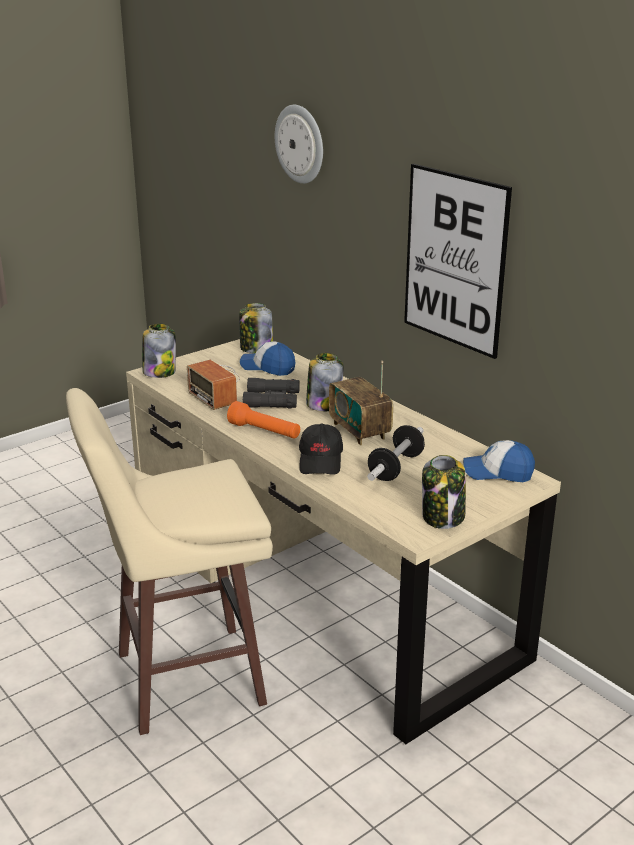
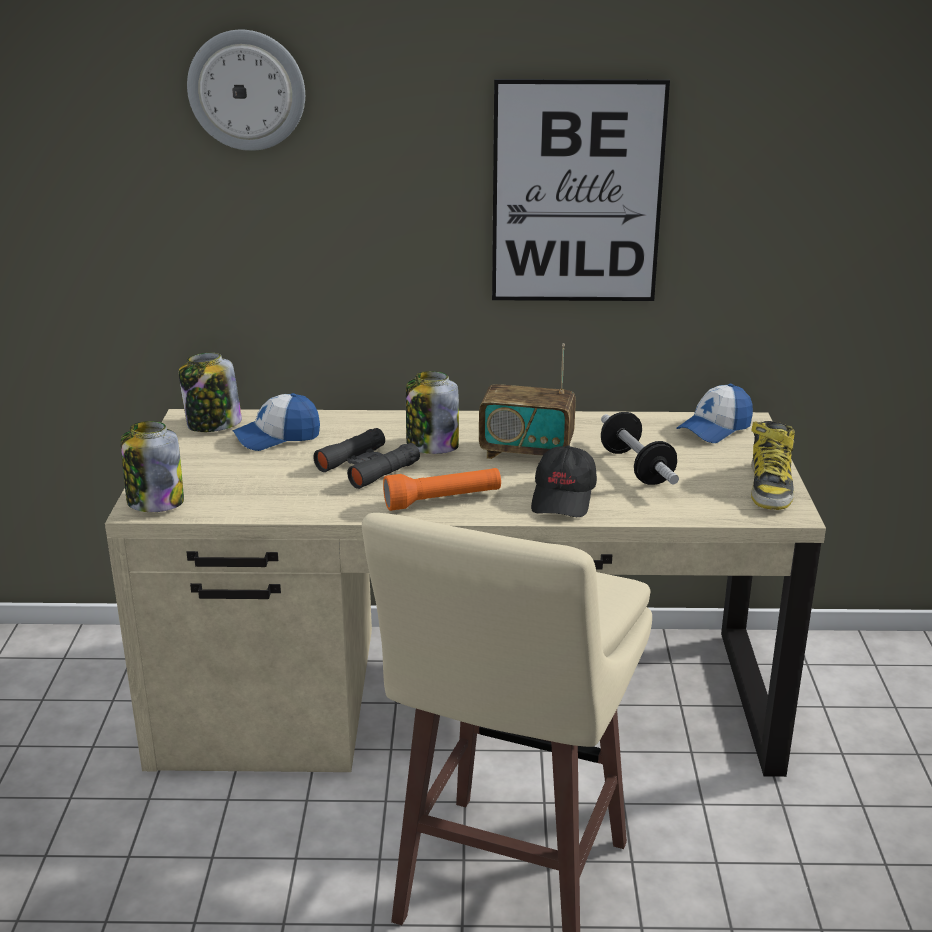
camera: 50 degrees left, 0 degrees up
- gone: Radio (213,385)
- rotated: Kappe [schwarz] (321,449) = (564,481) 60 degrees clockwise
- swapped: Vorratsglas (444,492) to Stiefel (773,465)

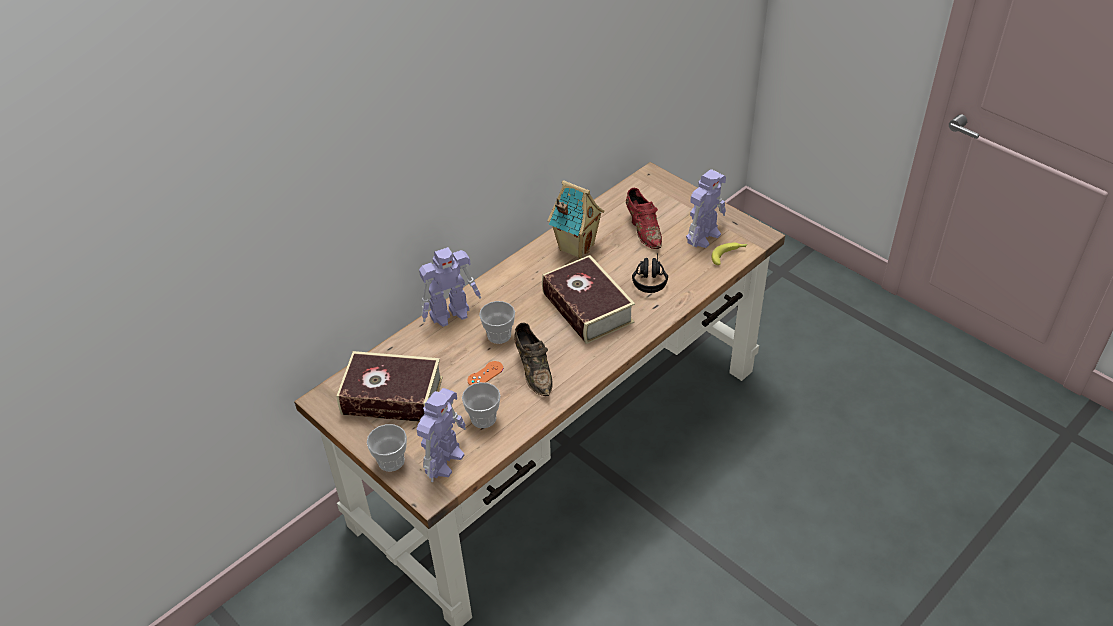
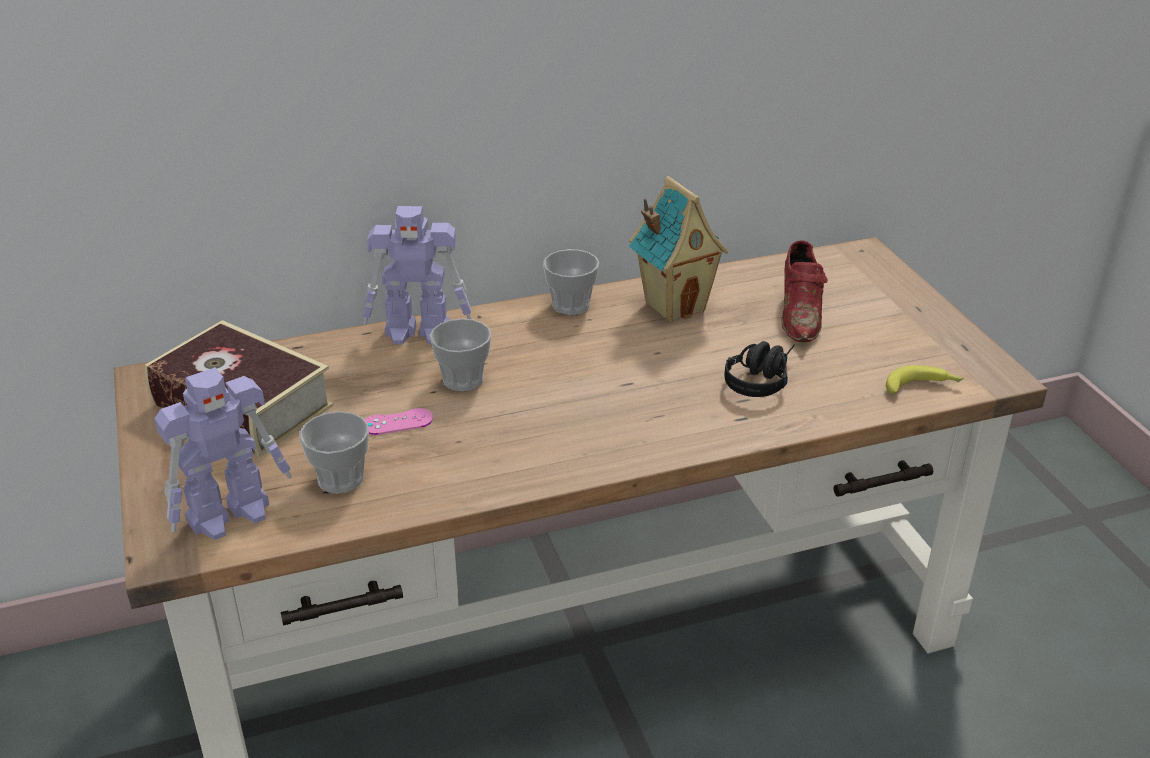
camera: 25 degrees right, 10 degrees down
- shifted: Tasse (387,448) to (571,282)
- repainted: Gamepad [orange] (485,373) to Gamepad [rosa] (398,421)
- gone: Schuh [braun] (533,359)
- gone: Buch (588,299)
- gone: Spielzeugroboter (706,208)

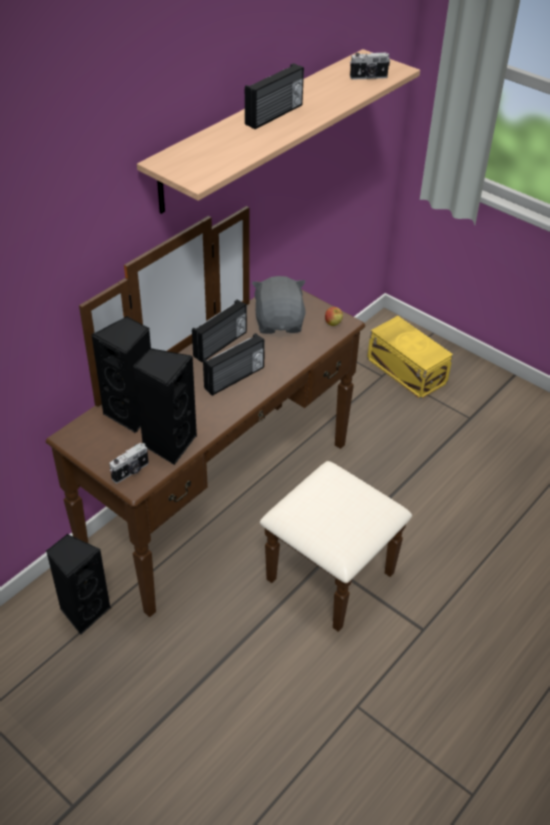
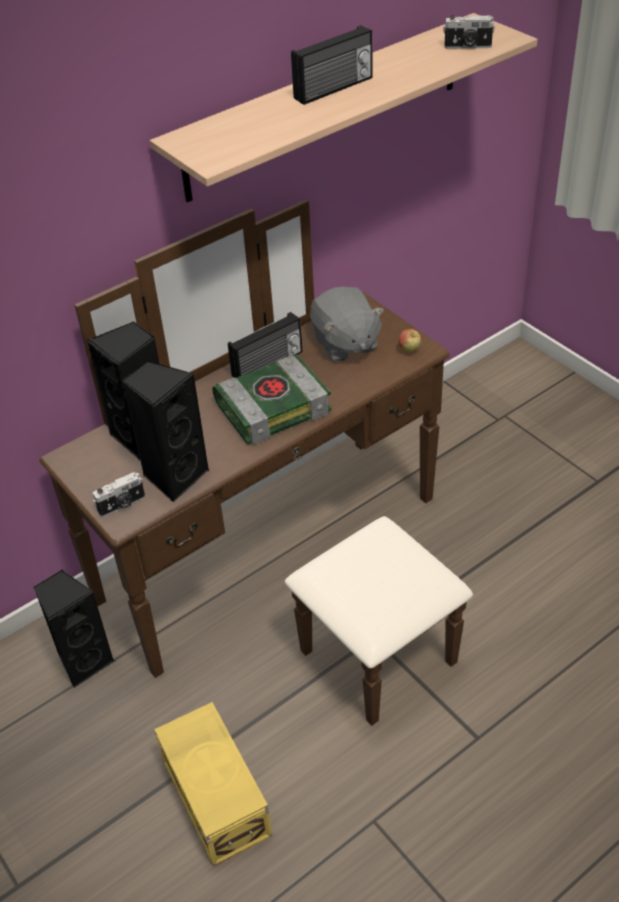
camera: 15 degrees right, 0 degrees up
- swapped: Radio (234,364) to Buch (271,400)
- rotated: Plüschtier [grau] (279,305) = (347,324) 150 degrees clockwise
- shifted: Aufbewahrungsbox [gelb] (410,357) to (213,784)

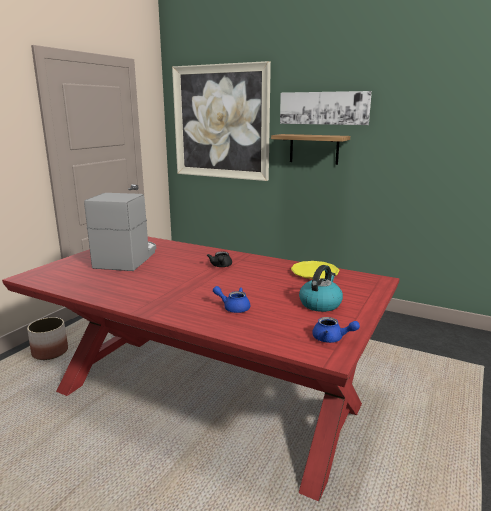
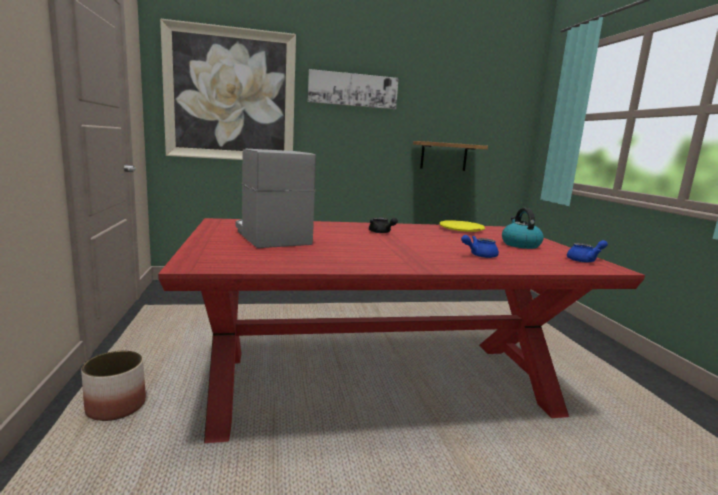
camera: 40 degrees left, 5 degrees down
- shifted: Wandregal (310,149) to (450,156)

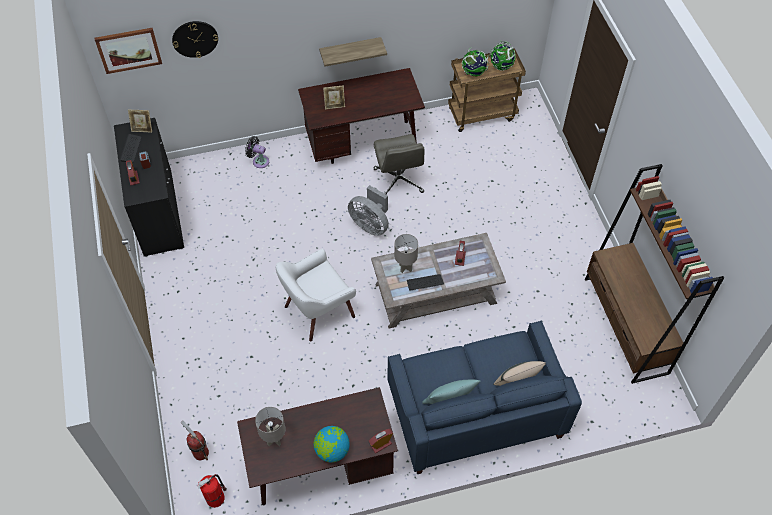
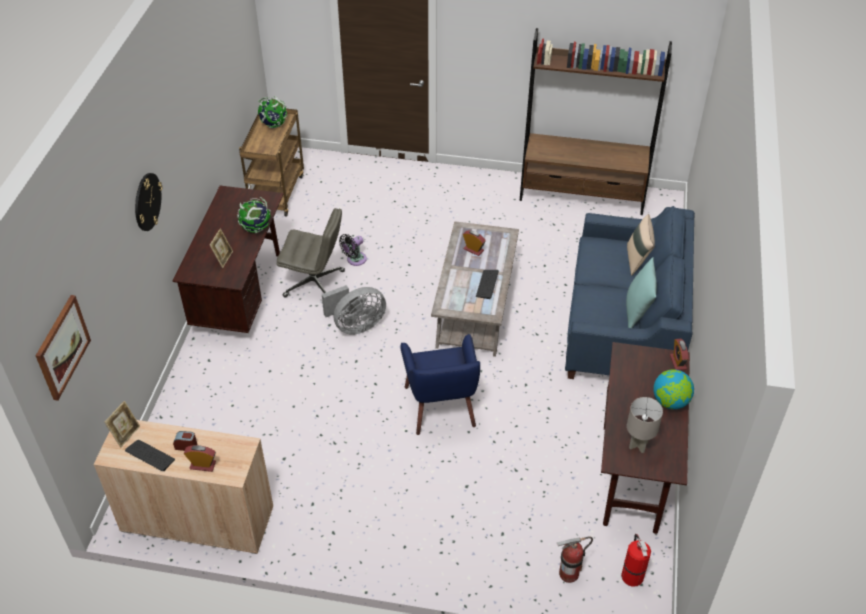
camera: 65 degrees left, 10 degrees down
- repainted: Schrank [schwarz] (149,187) to Schrank [beige] (183,487)
- shifted: Wanduhr (195,39) to (148,202)
- shifted: Ventilator [schwarz] (257,152) to (353,250)
- repainted: Sessel [weiß] (316,294) to Sessel [blau] (440,384)
- gone: Wandregal (353,52)
- gone: Tischlampe [grau] (406,253)
- shifted: Globus (475,62) to (254,215)

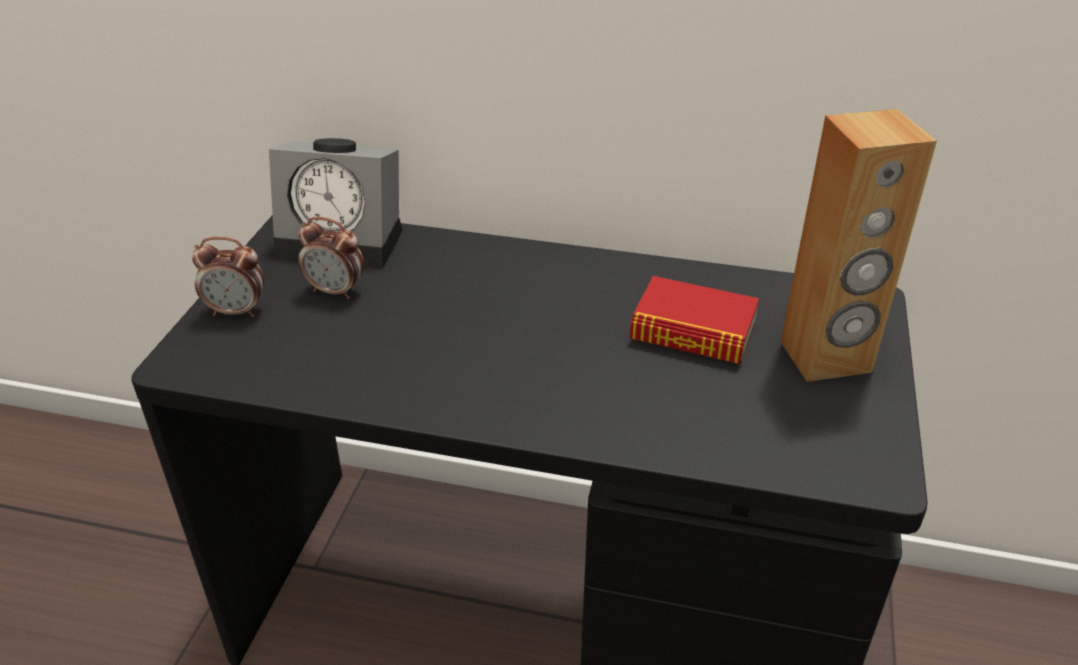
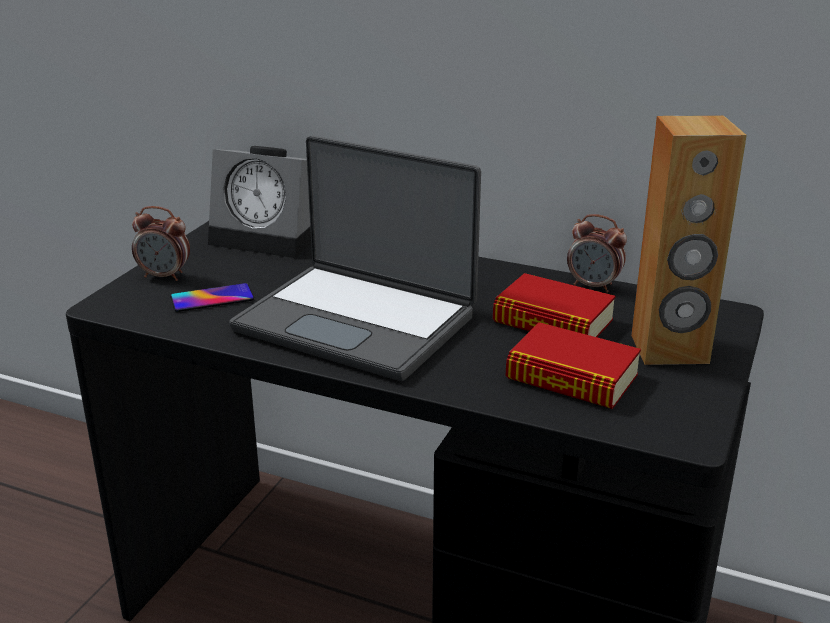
camera: 10 degrees right, 10 degrees down
- shifted: Wecker (331,258) to (597,253)
- new: Handy (212,297)
- new: Laptop (355,258)
- new: Buch (573,365)

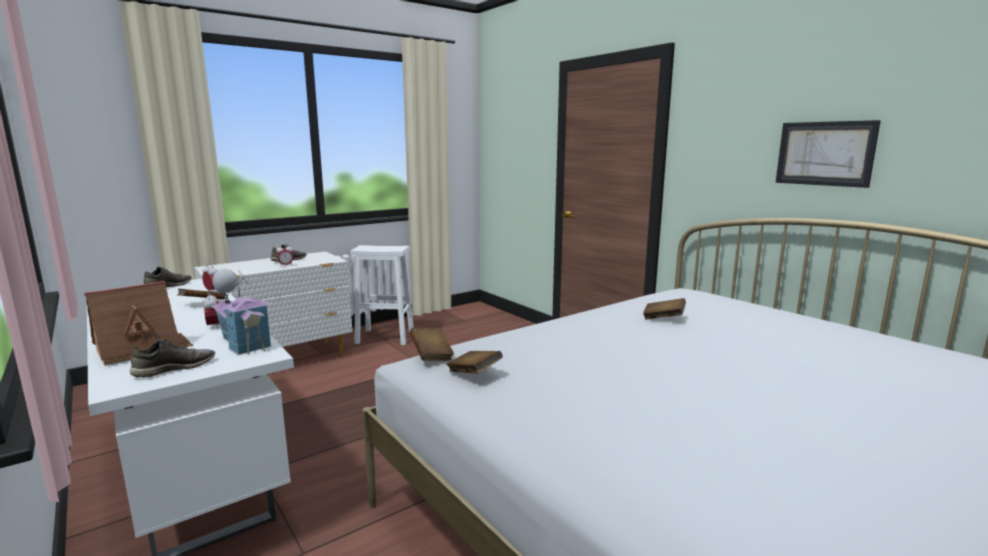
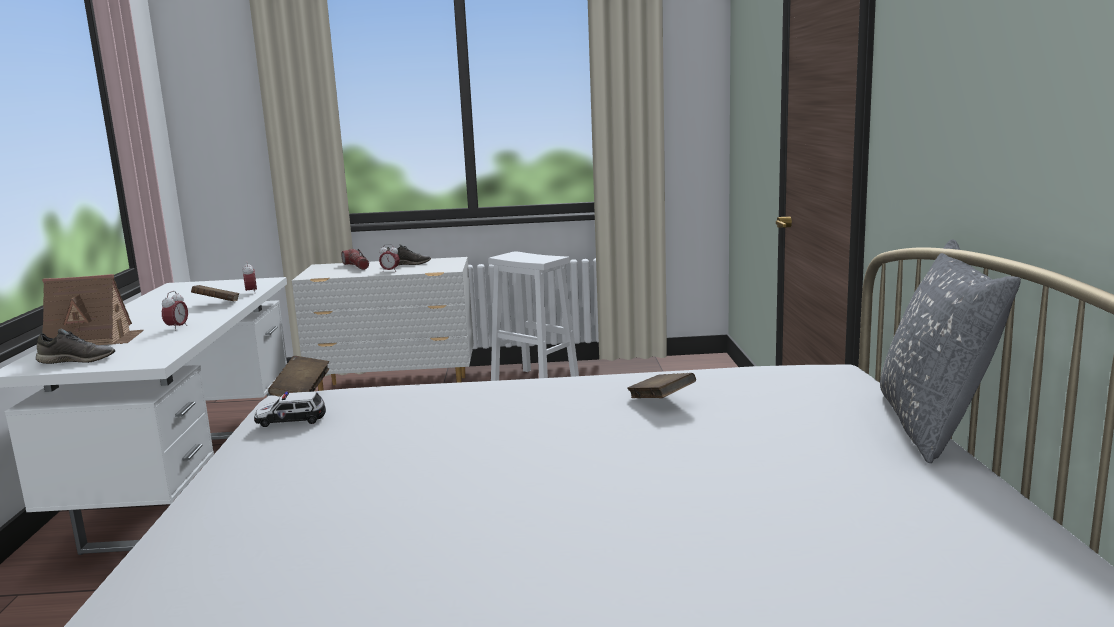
camera: 35 degrees right, 0 degrees up
- gone: Schuh [grau] (168,277)
- gone: Spielzeughaus (241,312)
- swapped: Buch [braun] (475,362) to Spielzeugauto (290,409)
- gone: Bild (828,154)
- new: Taschenlampe (355,259)
- new: Kissen [grau] (950,351)

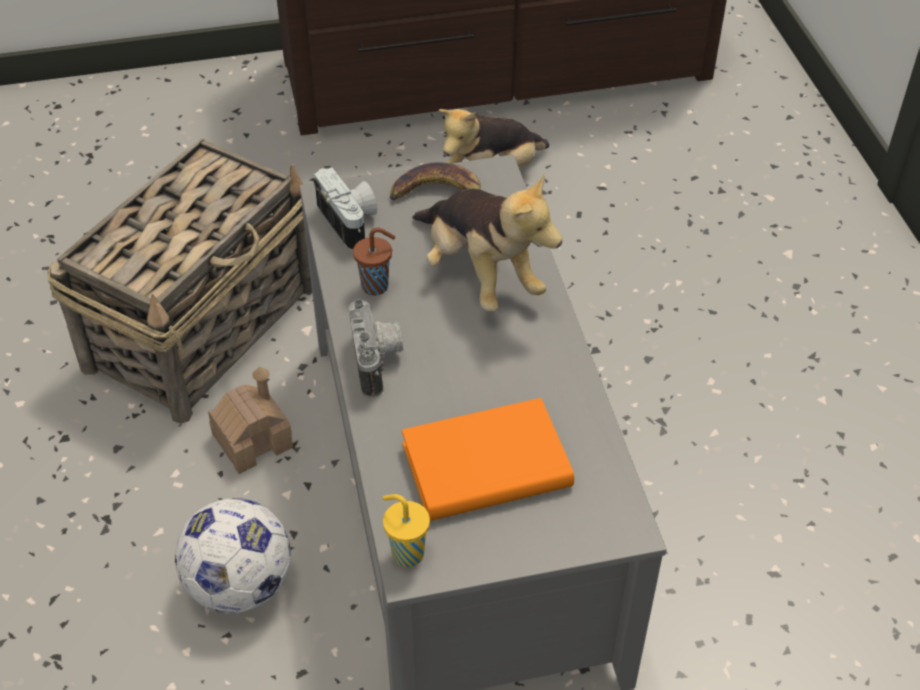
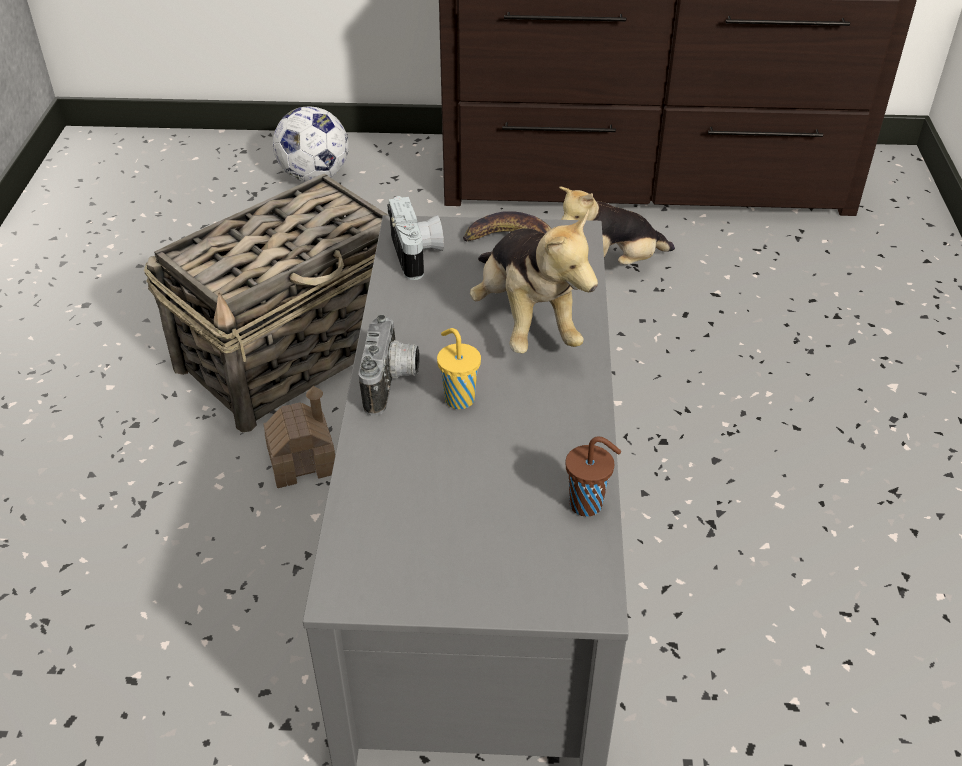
camera: 15 degrees right, 5 degrees down
- shifted: Fußball (233,556) to (310,144)
- shifted: Tasse [braun] (374,262) to (593,476)
- shifted: Tasse [gelb] (406,530) to (459,368)
- gone: Buch [orange] (488,459)

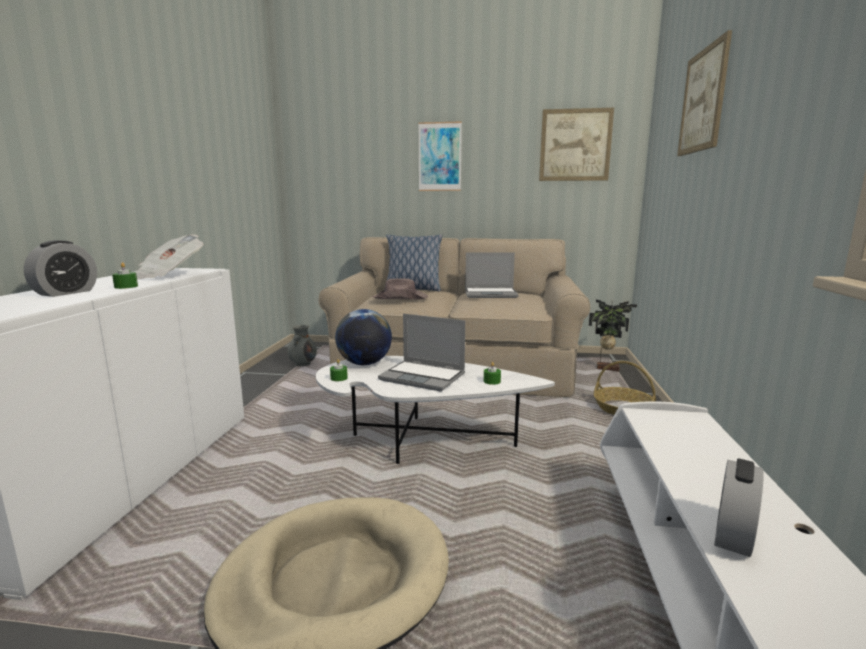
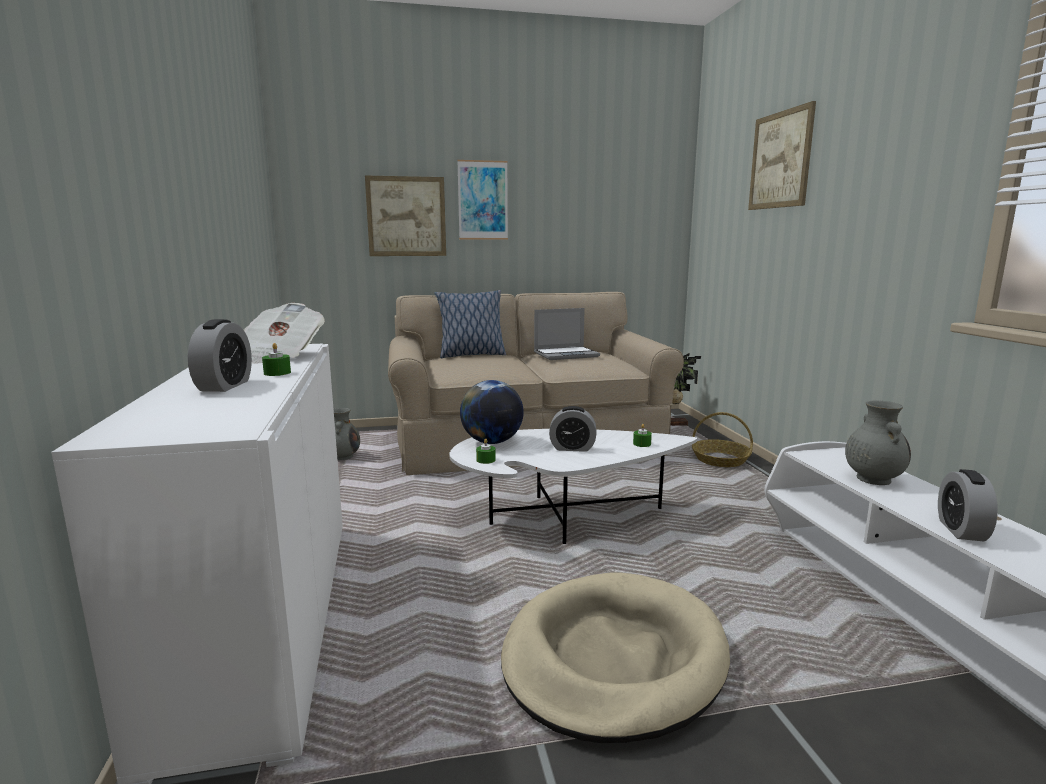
camera: 20 degrees left, 0 degrees up
- gone: Hut [braun] (400,289)
- swapped: Laptop (421,353) to Wecker (572,429)
- shifted: Bild (576,144) to (405,215)
- new: Vase [grau] (878,443)

